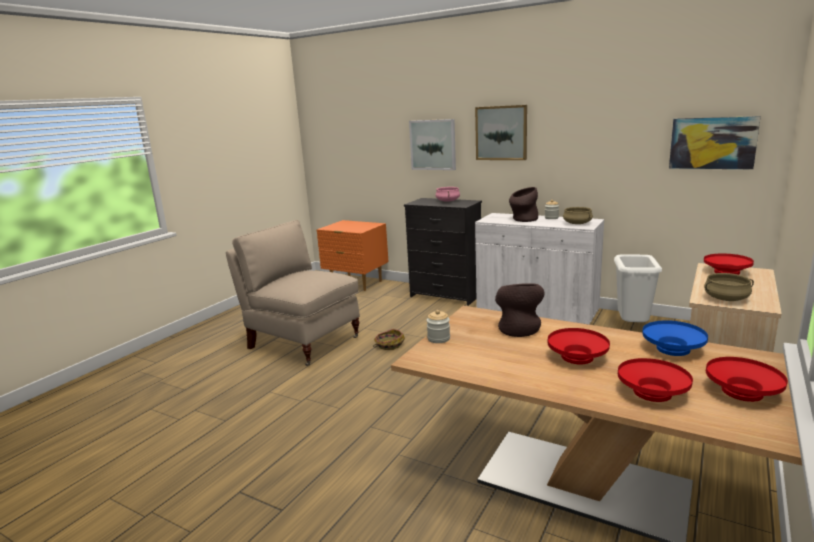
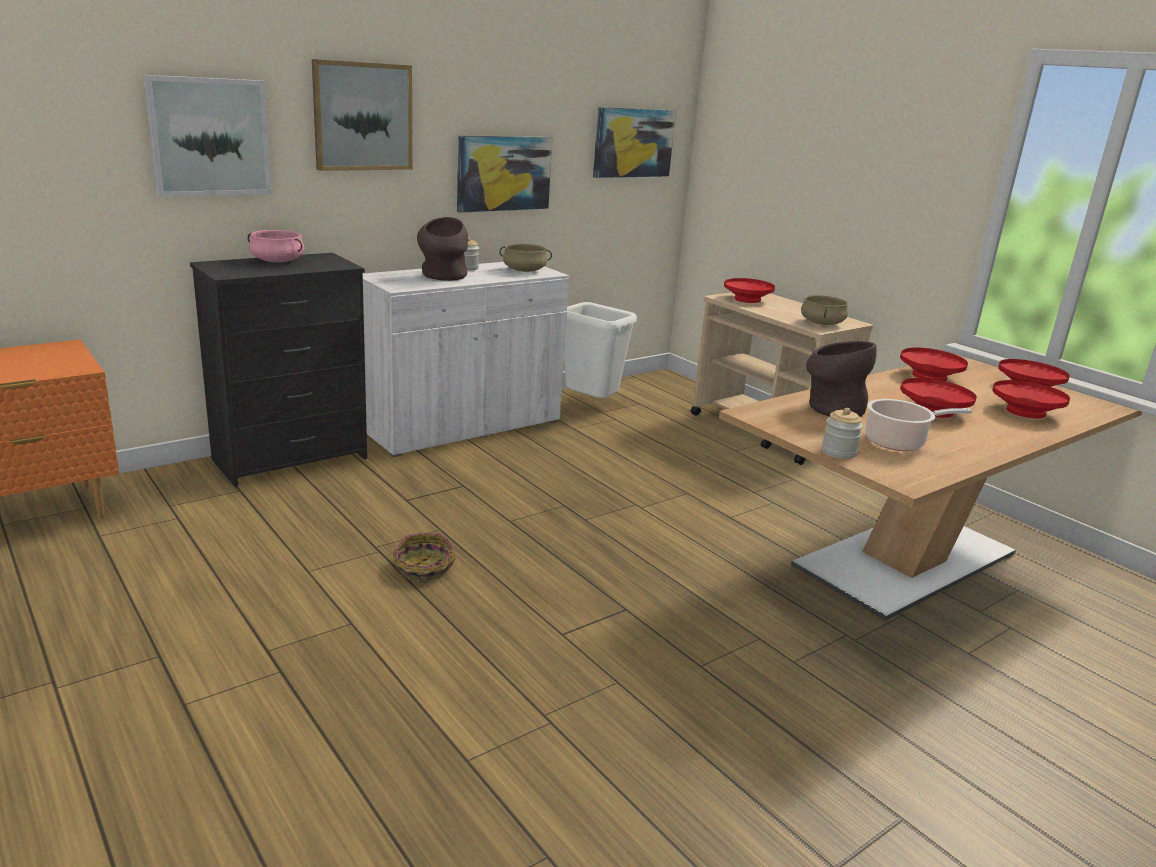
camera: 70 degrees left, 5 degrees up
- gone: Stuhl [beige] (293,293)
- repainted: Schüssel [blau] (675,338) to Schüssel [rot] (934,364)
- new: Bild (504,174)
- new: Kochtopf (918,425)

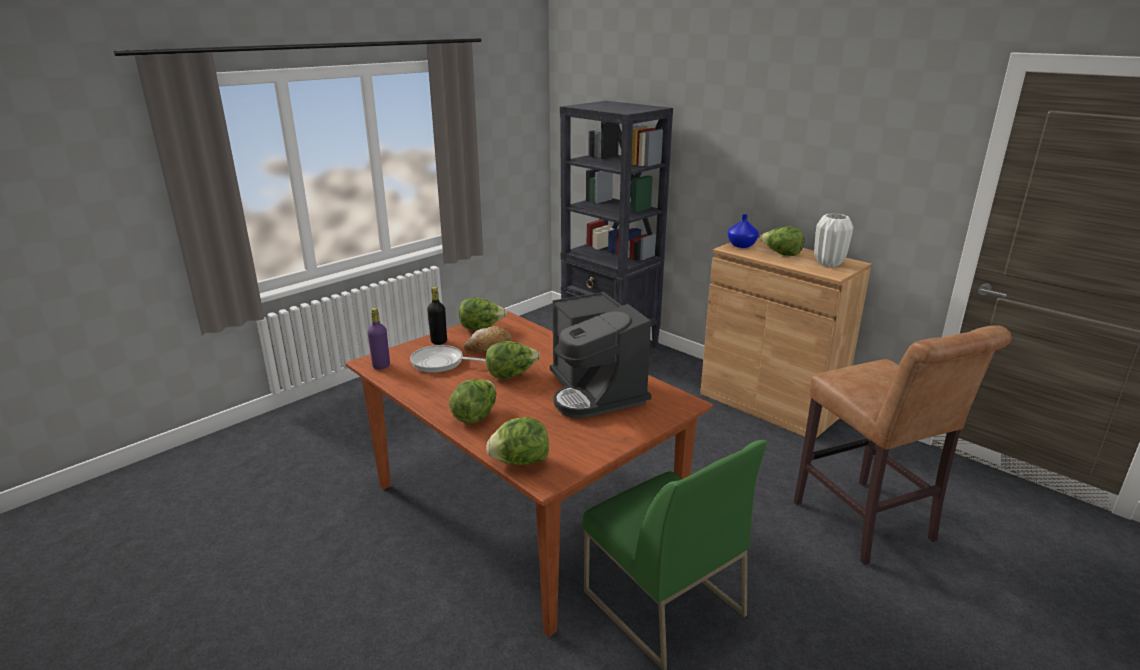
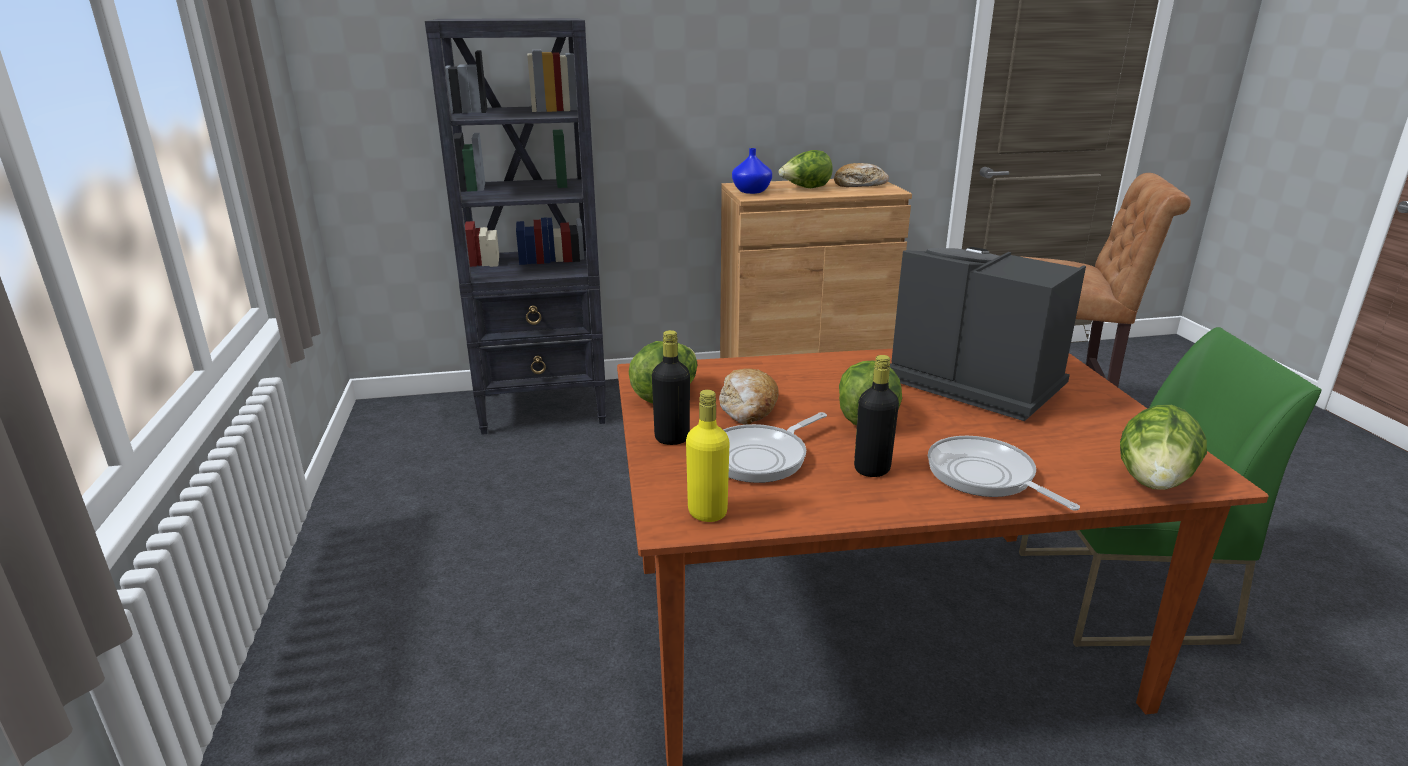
camera: 55 degrees left, 0 degrees up
- repainted: Flasche [lila] (378,339) to Flasche [gelb] (708,456)
- swapped: Salatkopf (472,401) to Pfanne (1004,473)
- rotated: Kaffeemaschine (600,355) = (988,334) 150 degrees counterclockwise
- swapped: Vase [weiß] (833,240) to Brot (861,175)
- new: Flasche [schwarz] (876,416)

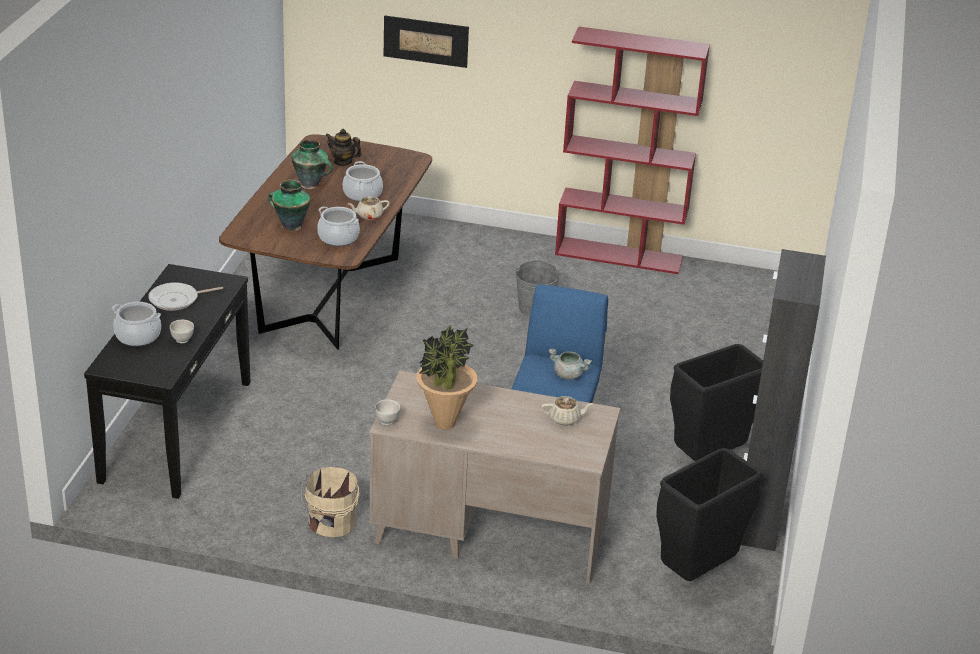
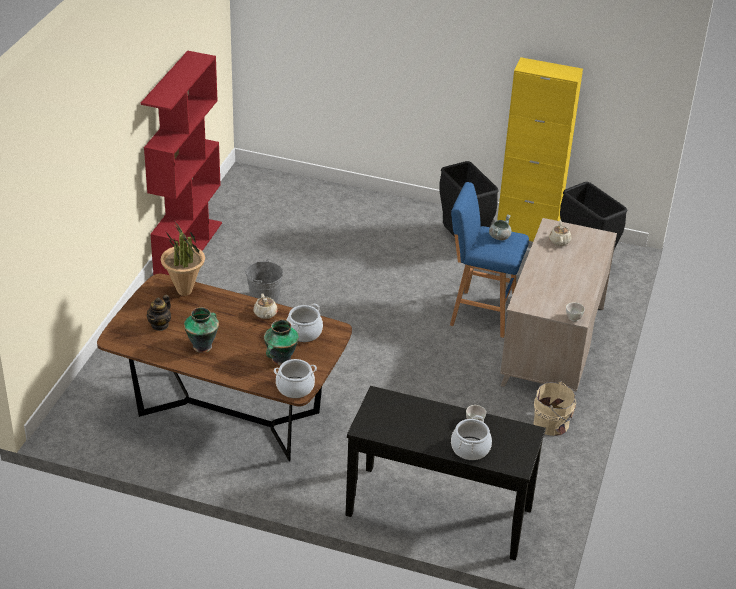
camera: 85 degrees left, 5 degrees up
- gone: Pfanne (185,296)
- shifted: Kochtopf (363,181) to (295,378)
- gone: Bild (426,42)
- shifted: Topfpflanze (447,377) to (183,259)
- repainted: Schrank [schwarz] (783,400) to Schrank [gelb] (540,149)

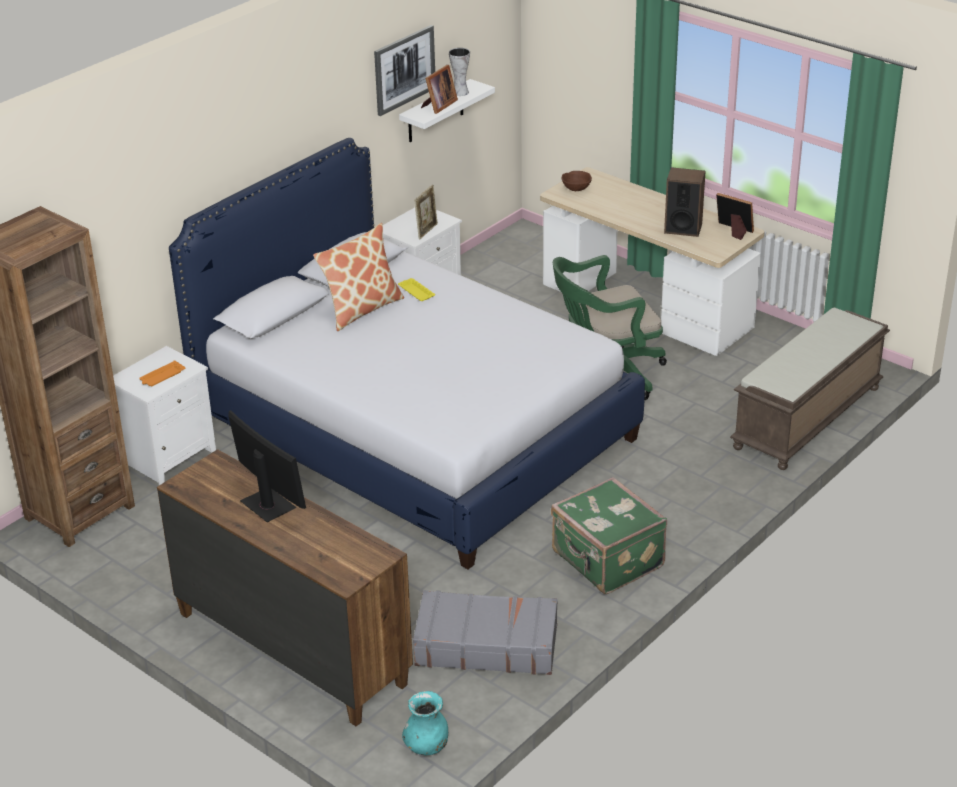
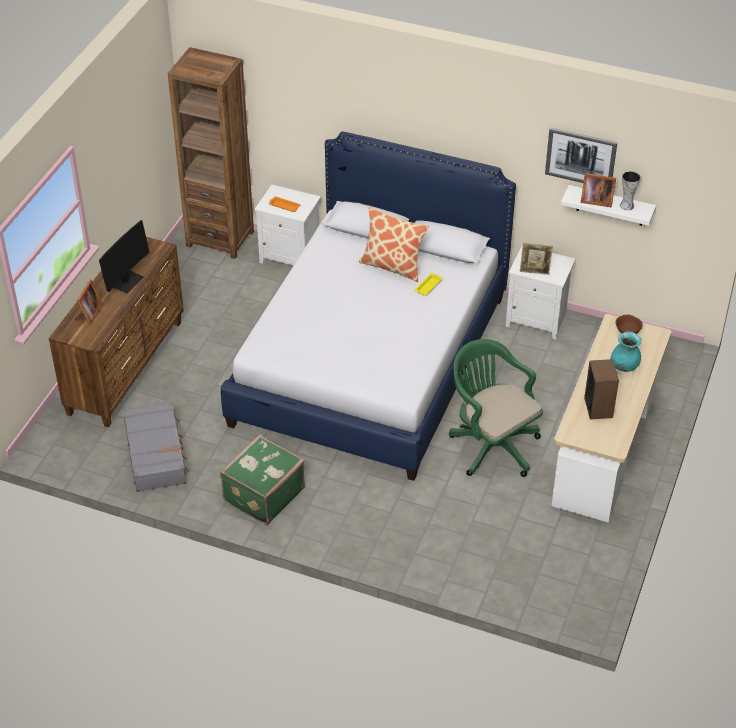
camera: 70 degrees right, 10 degrees up
- shifted: Vase [türkis] (425,723) to (626,352)
- shifted: Bilderrahmen (735,216) to (89,302)
- gone: Bank [braun] (810,389)

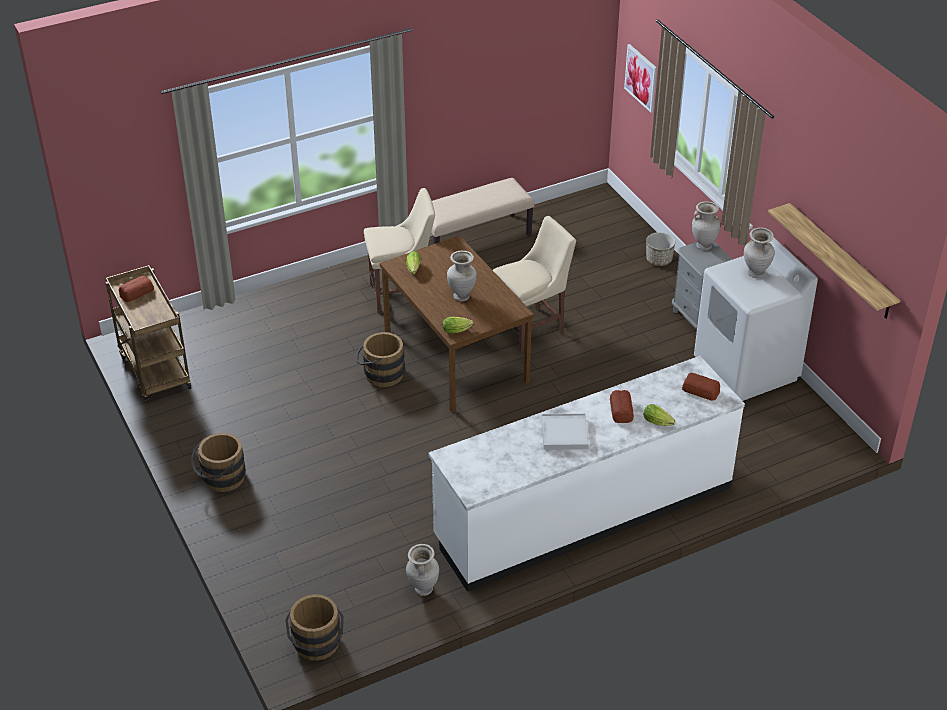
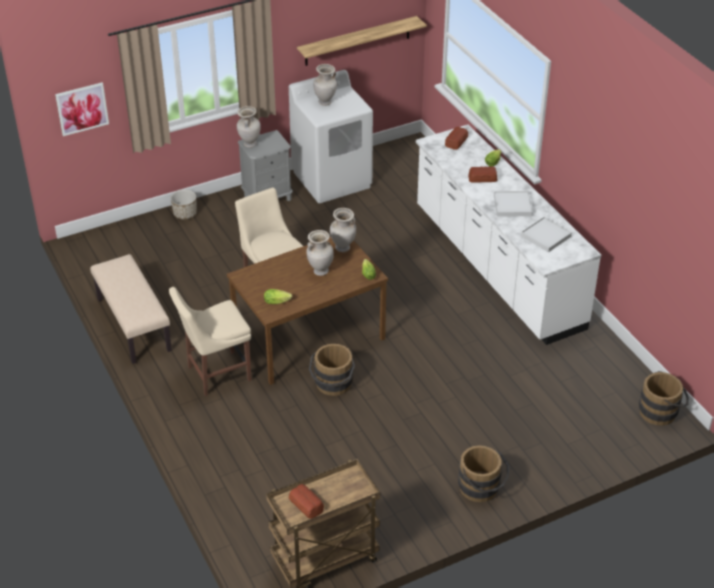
camera: 90 degrees left, 0 degrees up
- rotated: Stuhl [beige] (399,250) = (210,341) 105 degrees counterclockwise
- shifted: Vase [beige] (422,570) to (343,230)
- new: Tablett [weiß] (546,234)

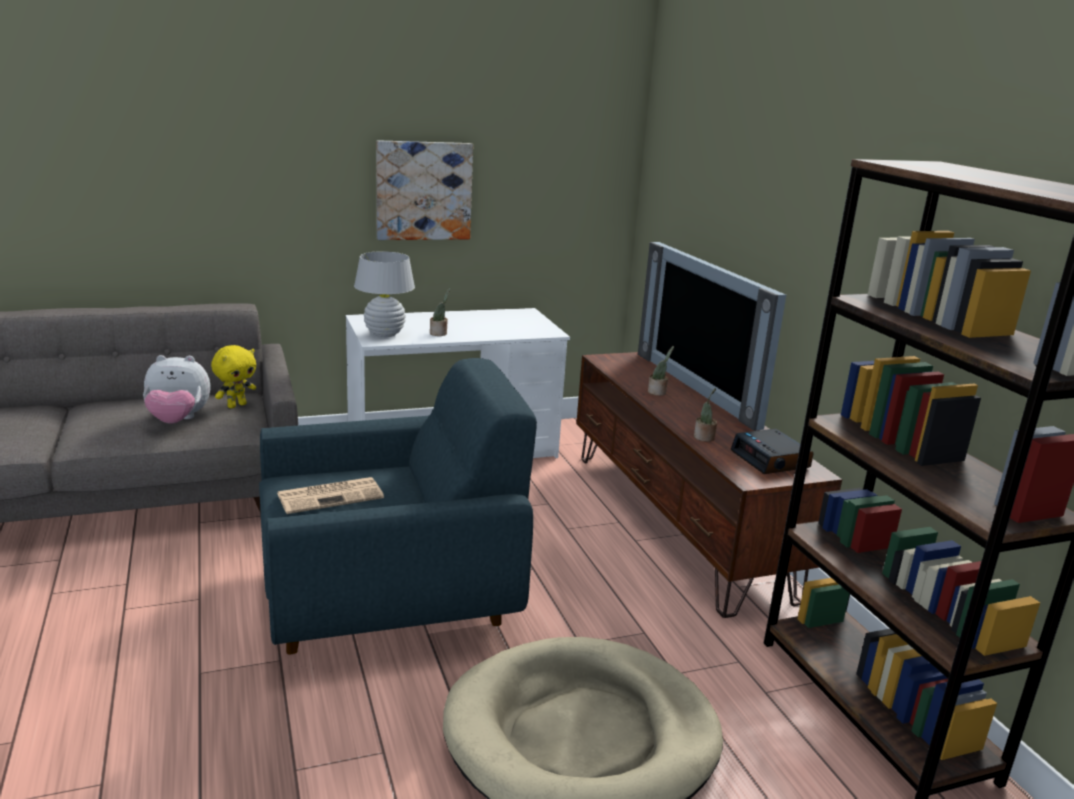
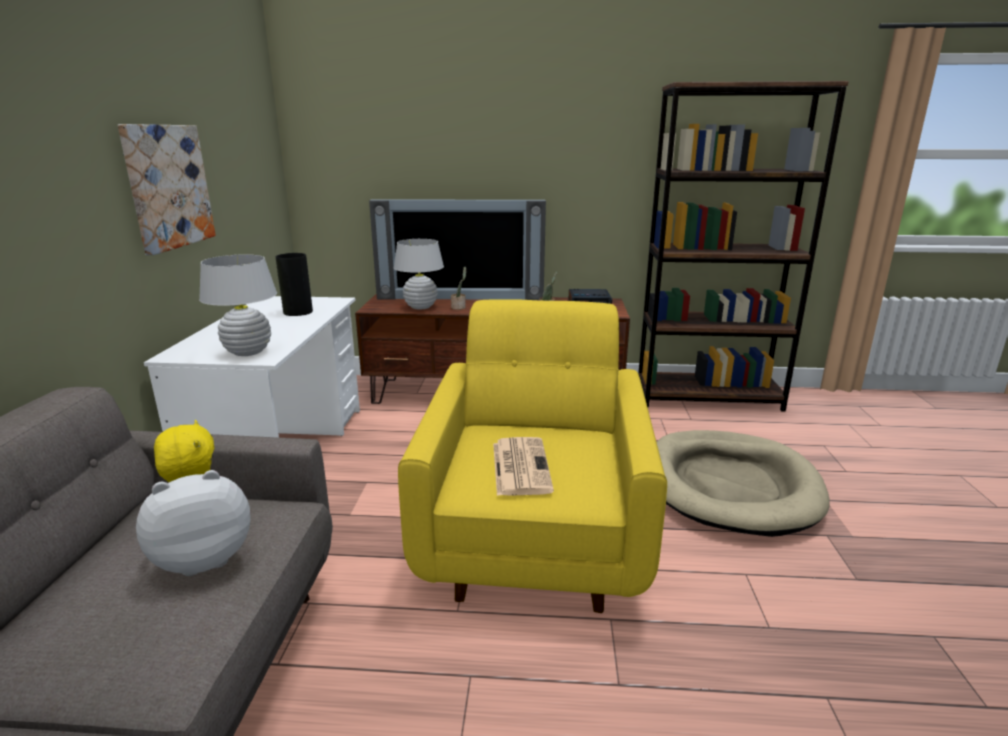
camera: 65 degrees left, 0 degrees up
- rotated: Plüschtier (176,389) = (193,523) 135 degrees counterclockwise
- repainted: Sessel [blau] (398,506) to Sessel [gelb] (532,456)
- gone: Topfpflanze (440,312)
- new: Vase (294,284)
- new: Tischlampe [weiß] (419,274)

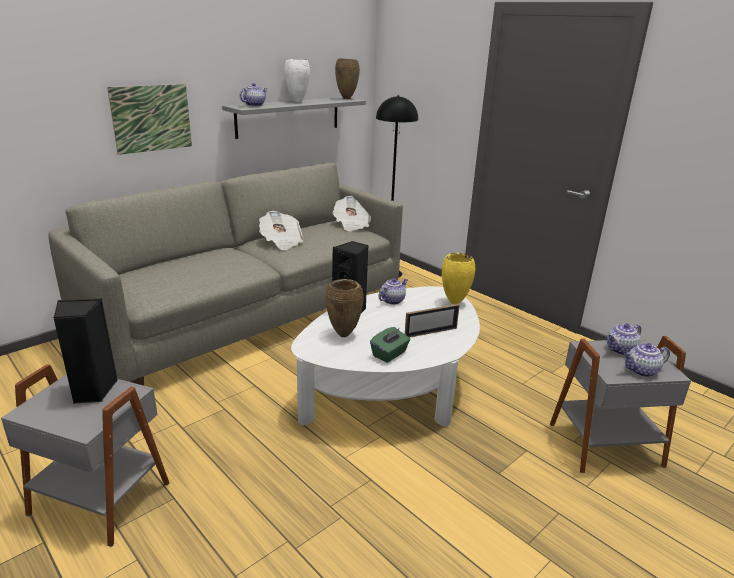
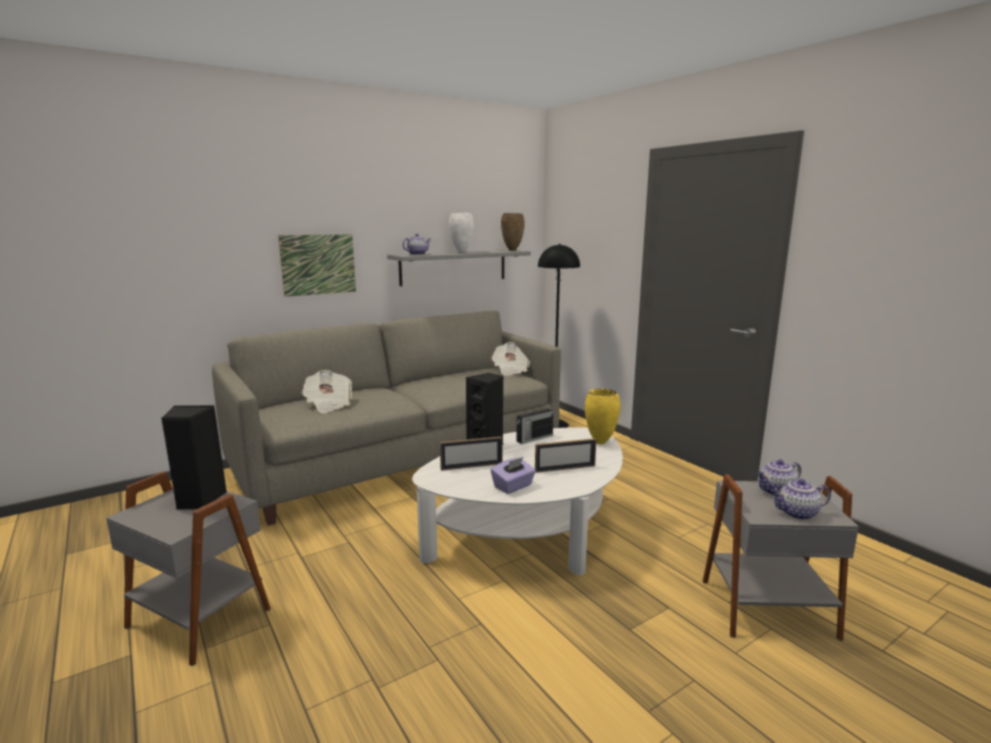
camera: 10 degrees right, 10 degrees down
- shifted: Zeitung (281,230) to (327,391)
- swapped: Vase [braun] (344,308) to Bilderrahmen (471,454)
- repainted: Taschentuchbox [grün] (390,345) to Taschentuchbox [lila] (513,475)
- swapped: Teekanne (393,291) to Radio (535,424)

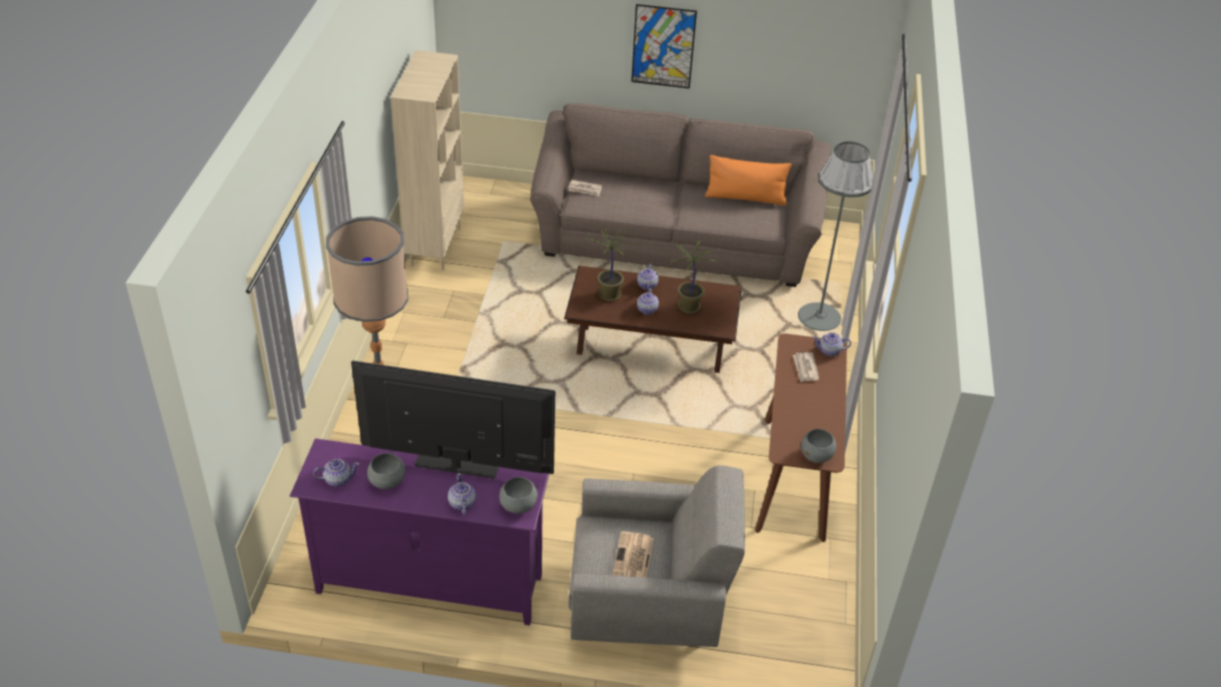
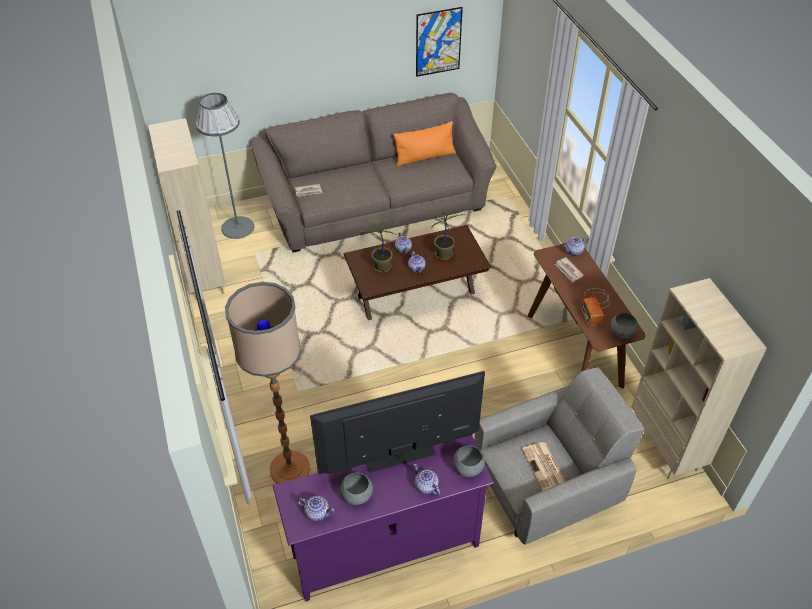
camera: 25 degrees left, 5 degrees up
- rotated: Teekanne (336,473) = (316,508) 60 degrees clockwise
- shifted: Bild (664,46) to (439,42)
- shifted: Stehlampe [grau] (835,236) to (225,166)
- new: Radio (595,307)
- new: Bücherregal [beige] (699,379)

